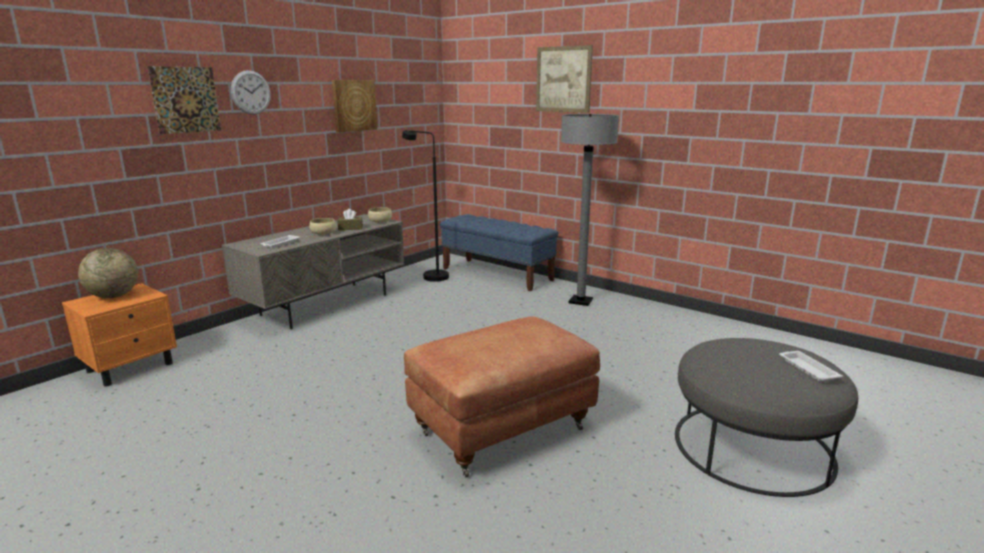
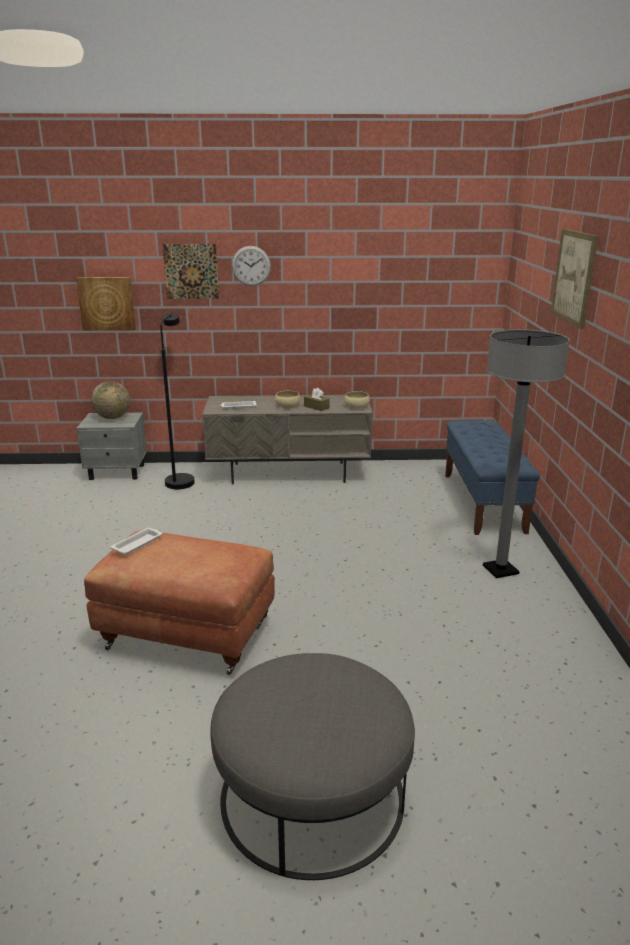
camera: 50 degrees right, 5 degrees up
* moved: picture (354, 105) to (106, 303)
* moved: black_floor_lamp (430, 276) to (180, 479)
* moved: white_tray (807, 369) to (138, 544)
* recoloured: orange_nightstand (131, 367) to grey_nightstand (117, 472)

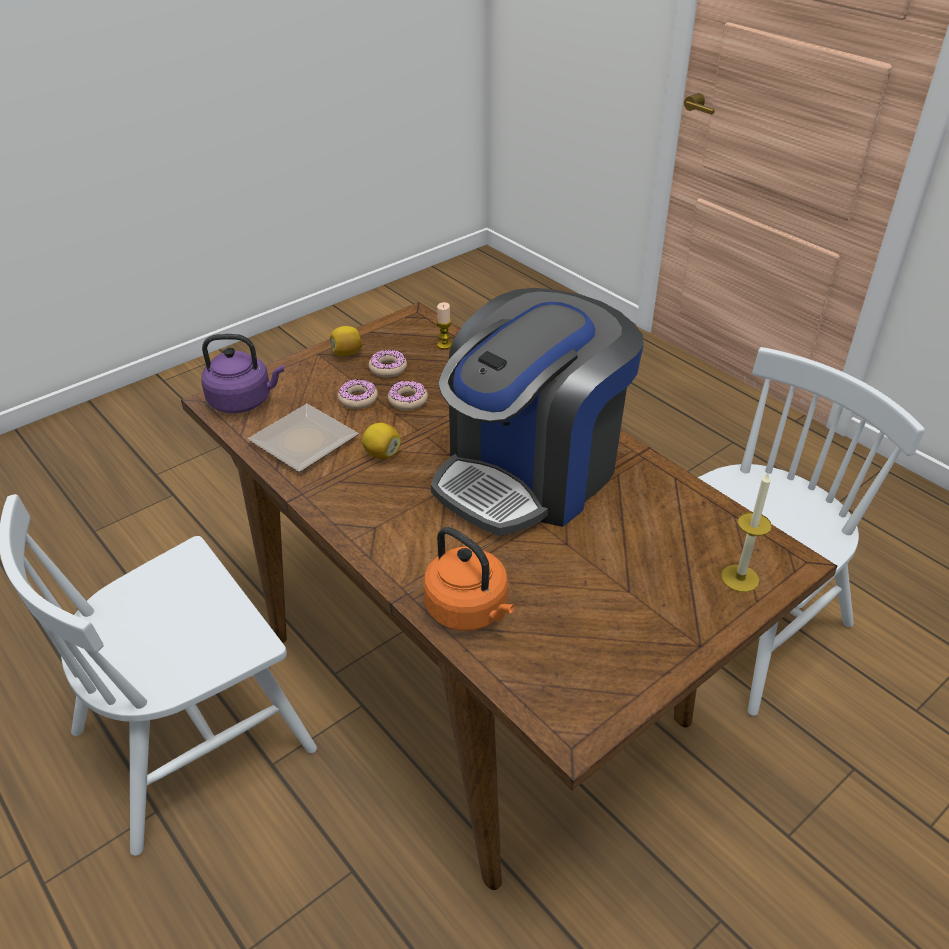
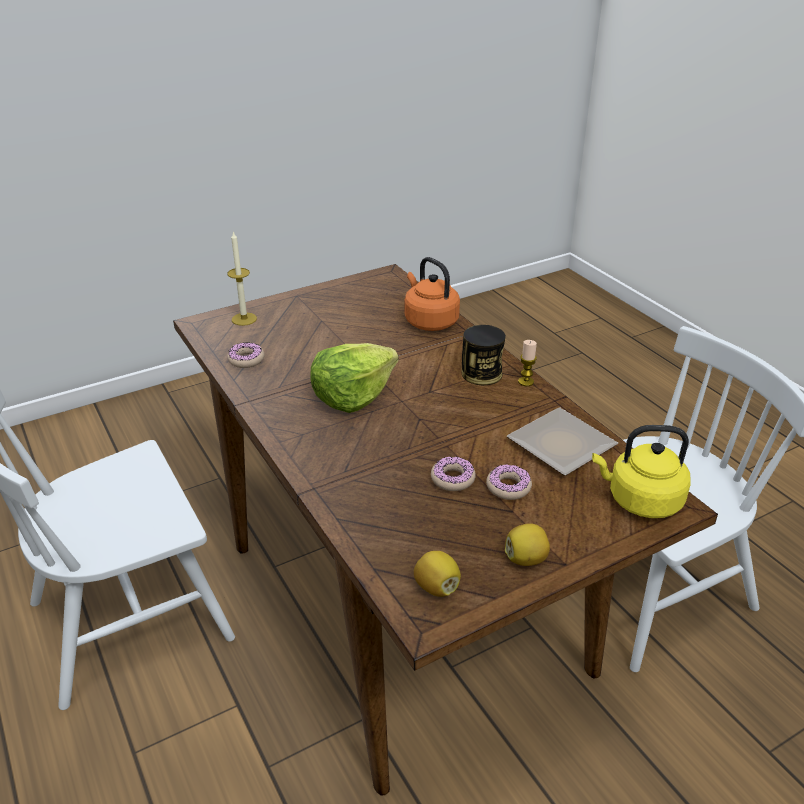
camera: 170 degrees left, 5 degrees down
* added: can (481, 373)
* moved: lemon (382, 454) to (436, 587)
* moved: donut (388, 368) to (246, 360)
* moved: candle (444, 345) to (526, 382)
* replaced: coffee_machine (530, 473) to lettuce (352, 395)
* recoloured: purple_kettle (244, 401) to yellow_kettle (640, 500)

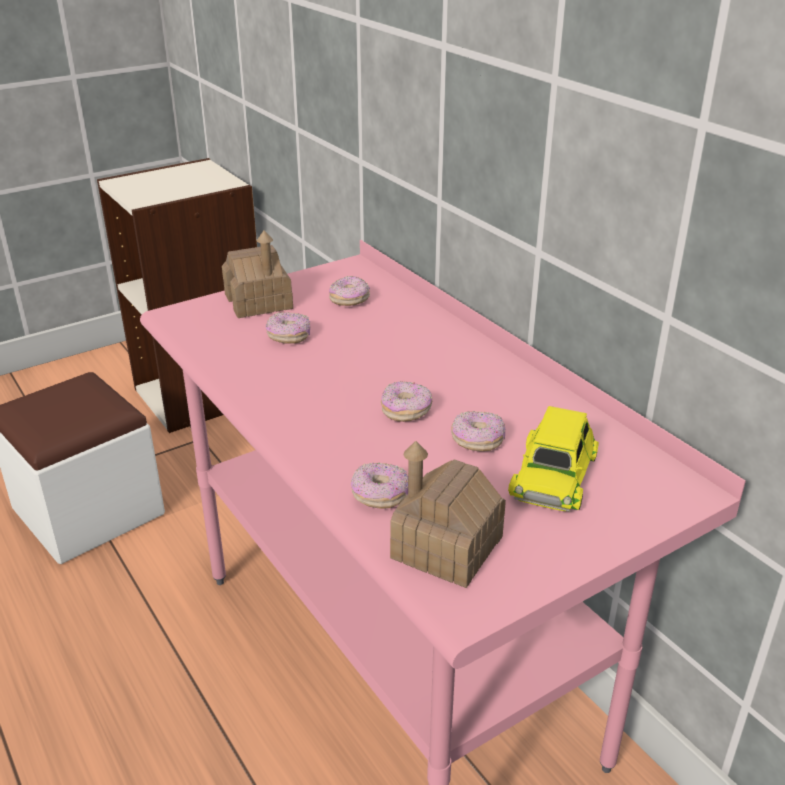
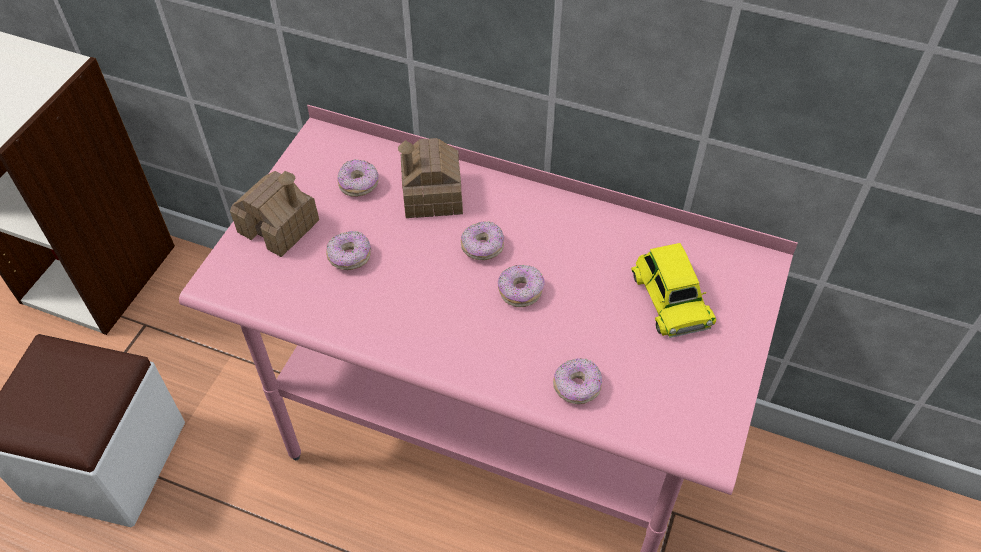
camera: 35 degrees left, 20 degrees up
* moved: toy_house (446, 547) to (432, 195)
* moved: donut (477, 441) to (482, 248)

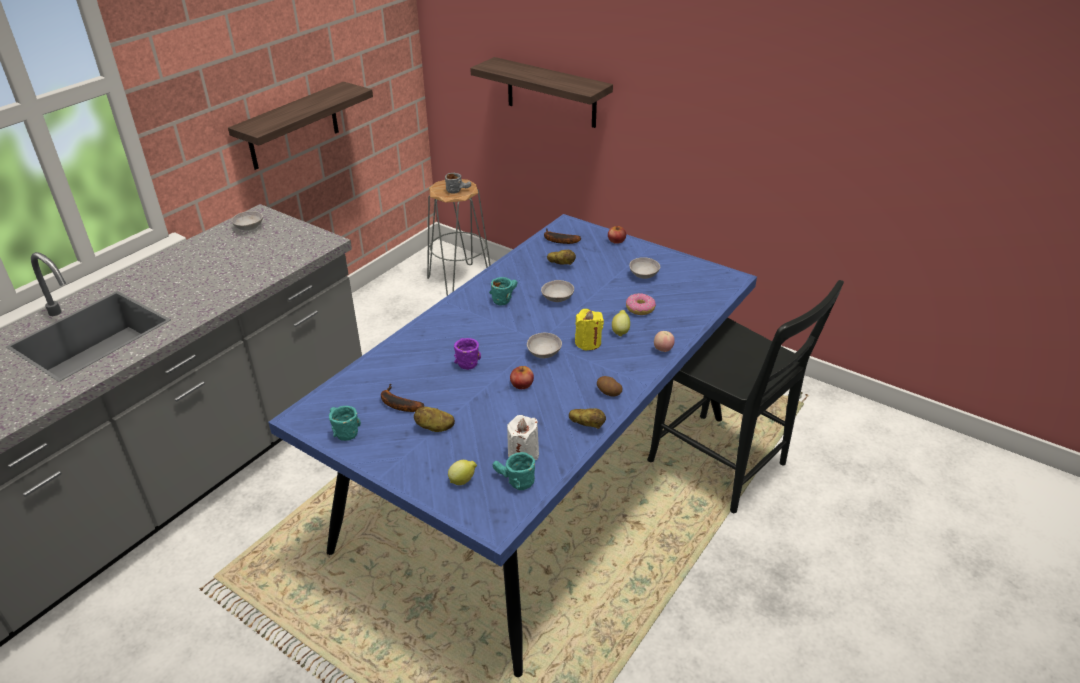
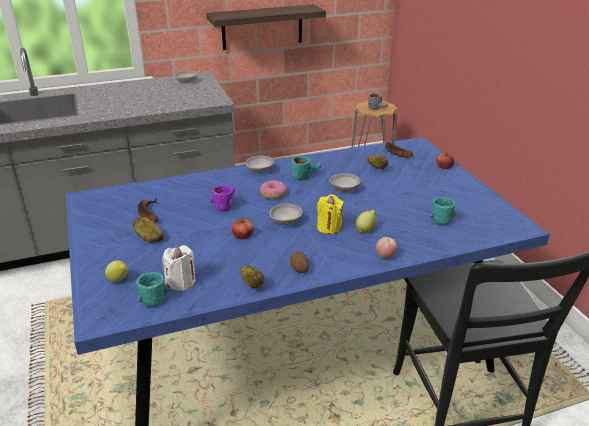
camera: 35 degrees right, 5 degrees down
* removed: shelf (551, 93)
* moved: turquoise_mug (341, 430) to (438, 217)
* moved: donut (640, 309) to (273, 194)
* moved: grey_bowl (644, 275) to (260, 170)

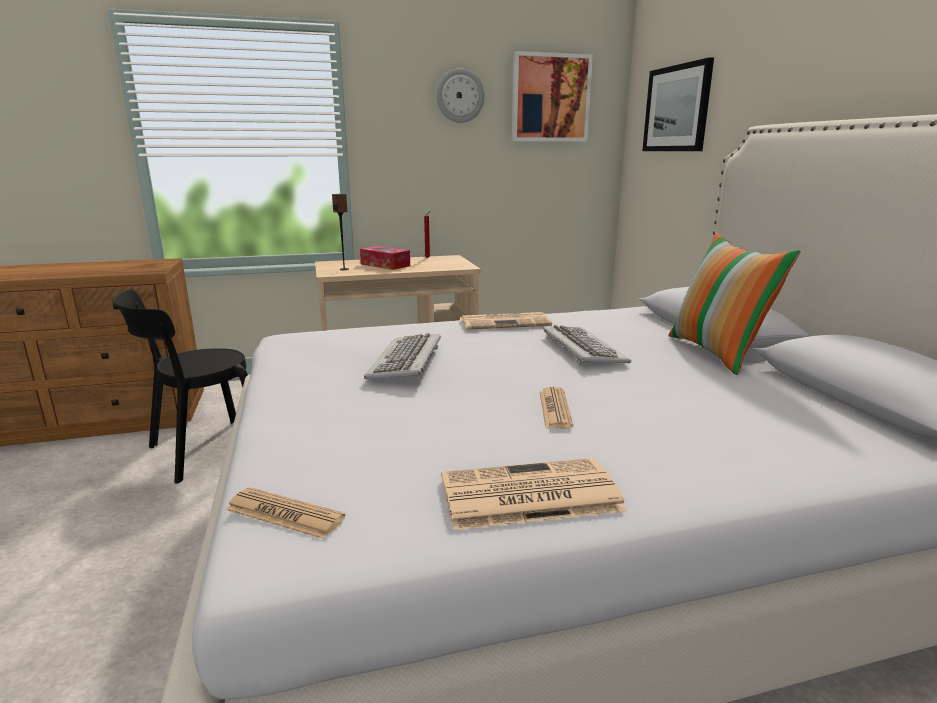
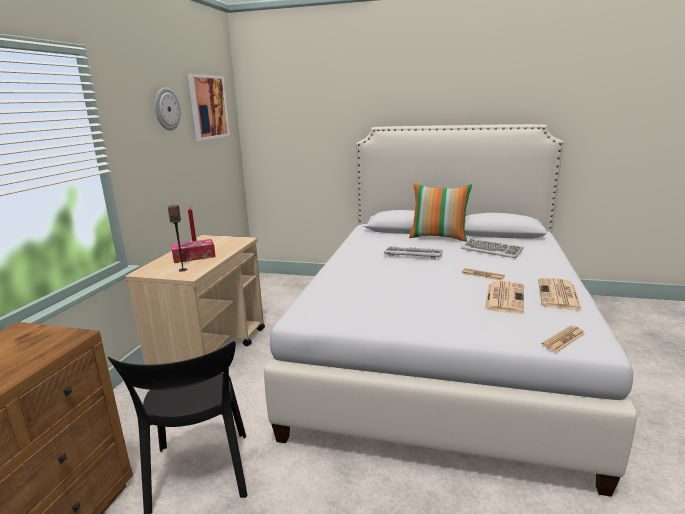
camera: 60 degrees left, 0 degrees up
* removed: picture (677, 109)
* moved: keyboard (407, 361) to (492, 250)
* moved: newspaper (506, 322) to (504, 297)

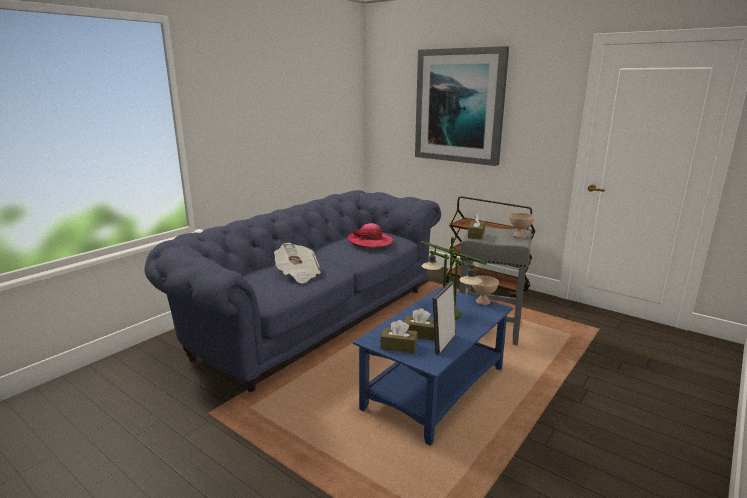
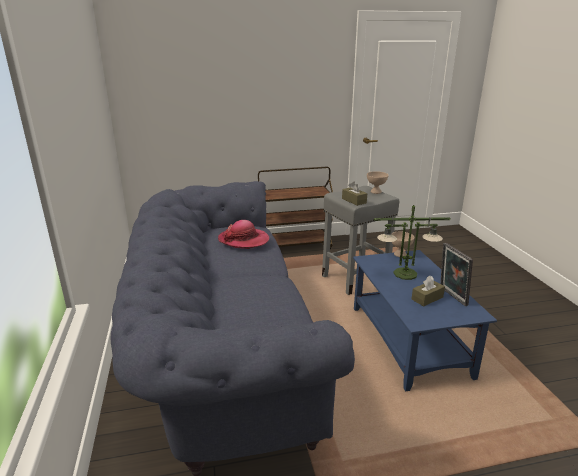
camera: 50 degrees left, 5 degrees up
* removed: newspaper (298, 274)
* removed: brown_tissue_box (398, 346)
* removed: picture (459, 106)

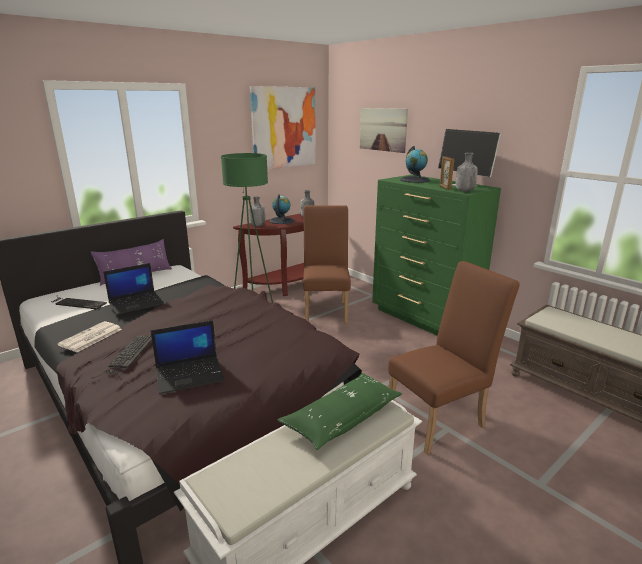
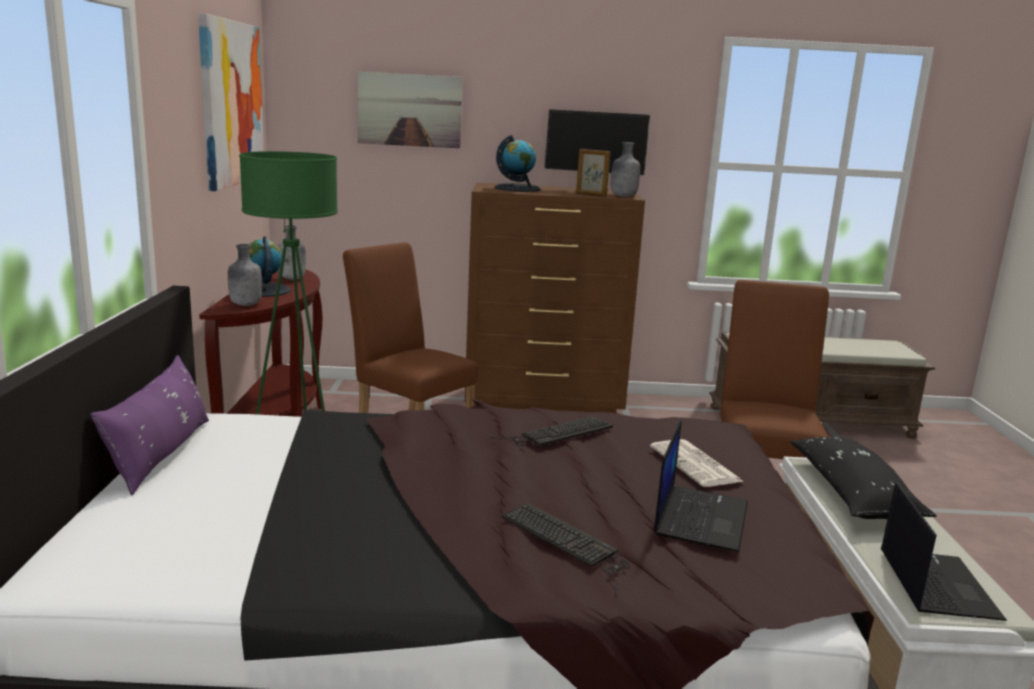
camera: 50 degrees left, 5 degrees down
* moved: keyboard (76, 303) to (557, 433)
* moved: newspaper (90, 337) to (696, 465)
* moved: laptop (137, 303) to (935, 584)
* recoloured: green_pillow (342, 418) to black_pillow (852, 493)
* recoloured: green_dresser (424, 318) to brown_dresser (544, 403)

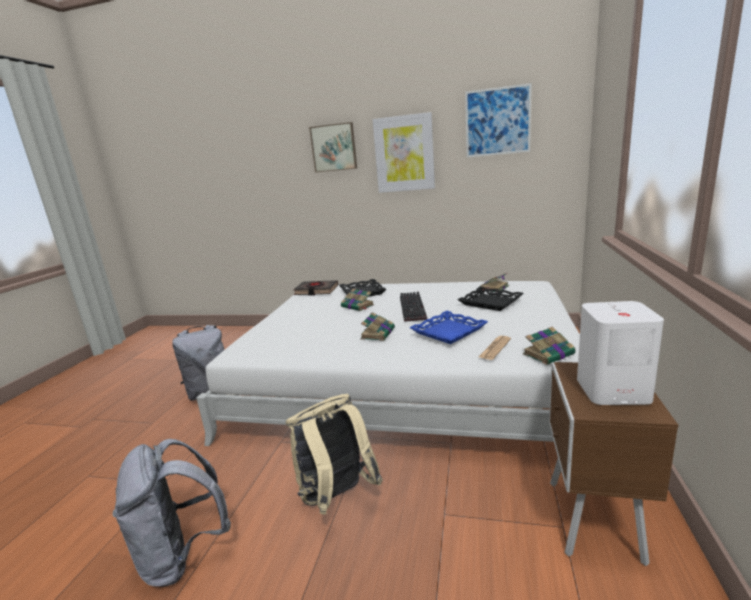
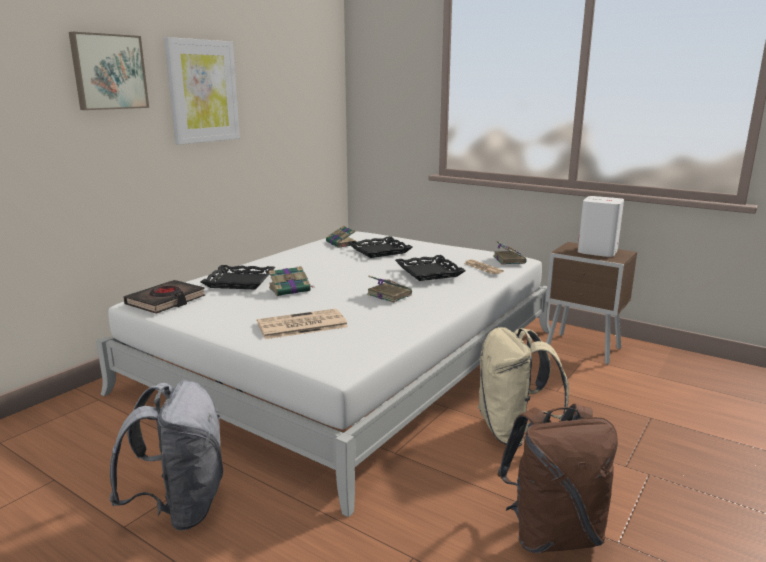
camera: 70 degrees left, 0 degrees up
* removed: keyboard (414, 308)
* removed: picture (497, 121)
* added: newspaper (301, 325)
* recoloured: grey_backpack (183, 554) to brown_backpack (552, 534)
* recoloured: blue_tray (449, 331) to black_tray (429, 272)

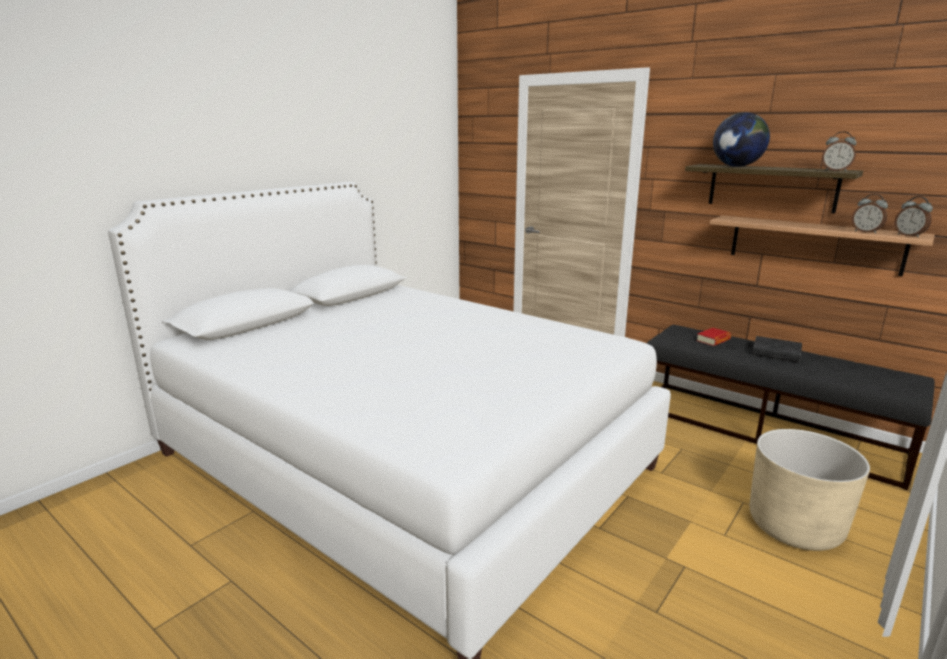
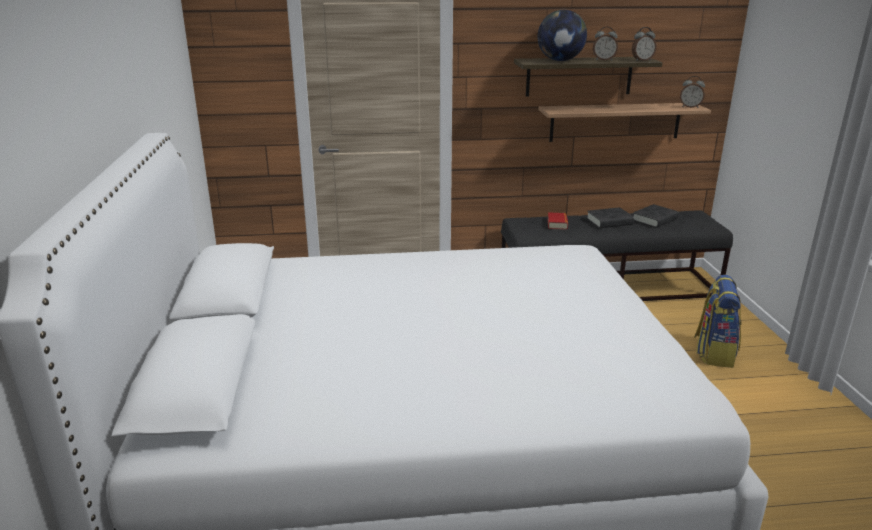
camera: 45 degrees left, 5 degrees up
* added: black_book (654, 220)
* moved: alarm_clock (866, 232) to (603, 60)
* replaced: beige_planter (794, 526) to backpack (713, 352)

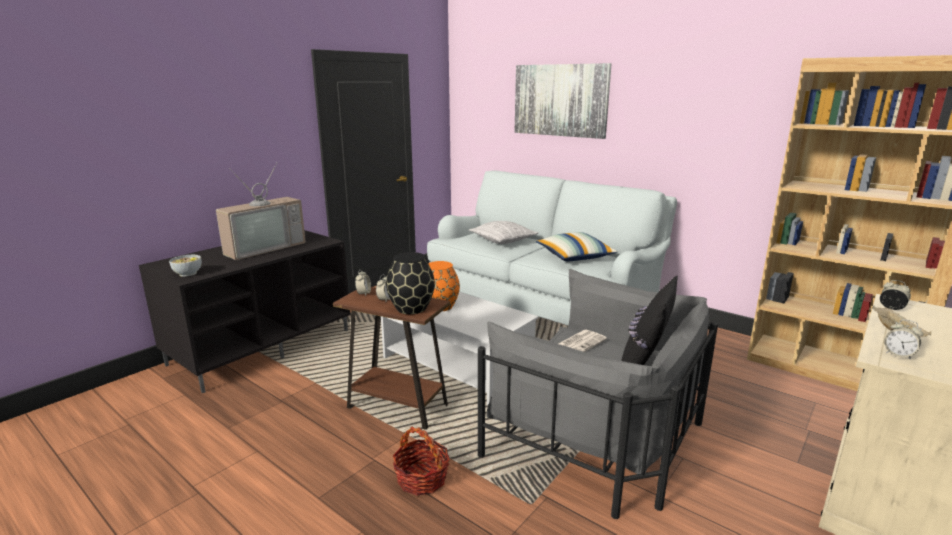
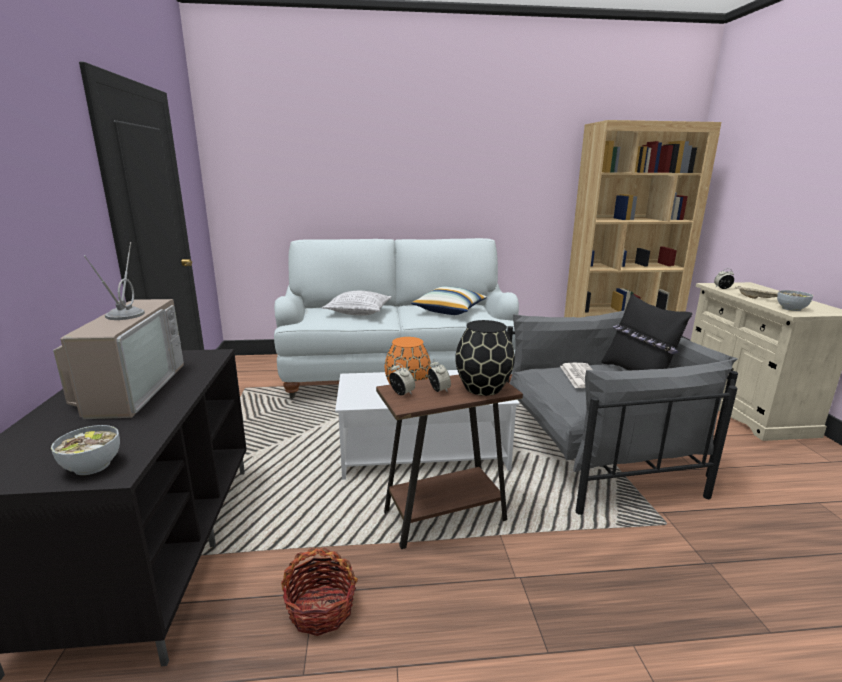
camera: 45 degrees left, 0 degrees up
* removed: picture (560, 100)
* moved: basket (421, 478) to (321, 609)
* replaced: alarm_clock (898, 354) to bowl (791, 309)

